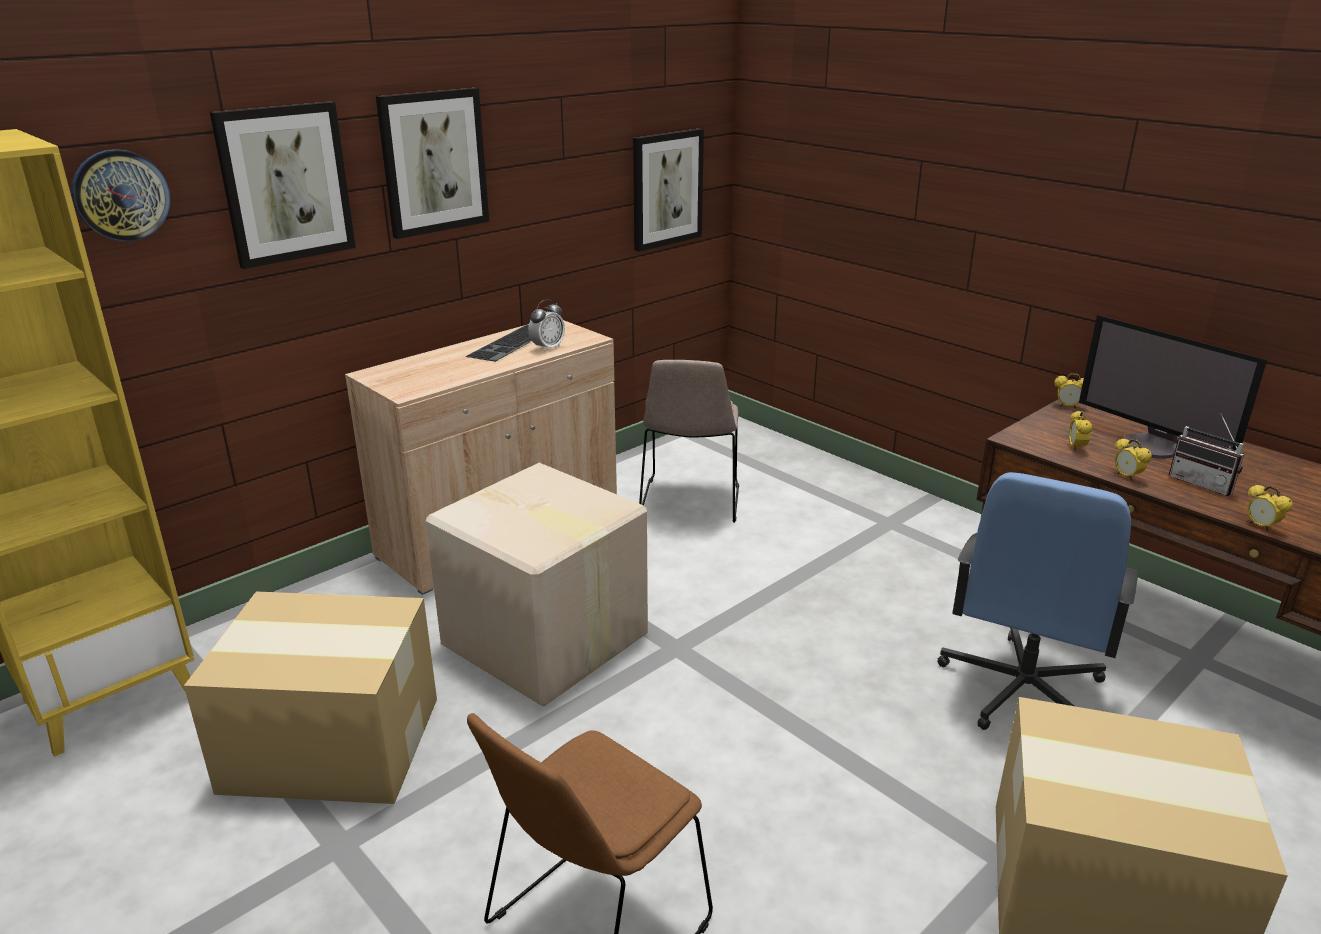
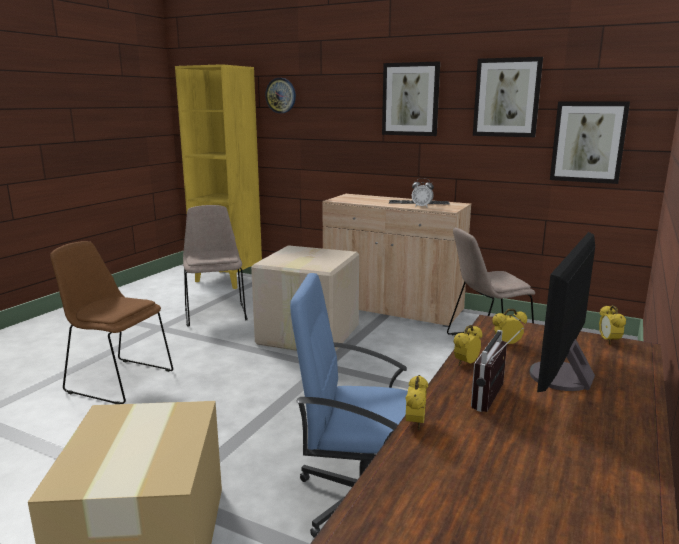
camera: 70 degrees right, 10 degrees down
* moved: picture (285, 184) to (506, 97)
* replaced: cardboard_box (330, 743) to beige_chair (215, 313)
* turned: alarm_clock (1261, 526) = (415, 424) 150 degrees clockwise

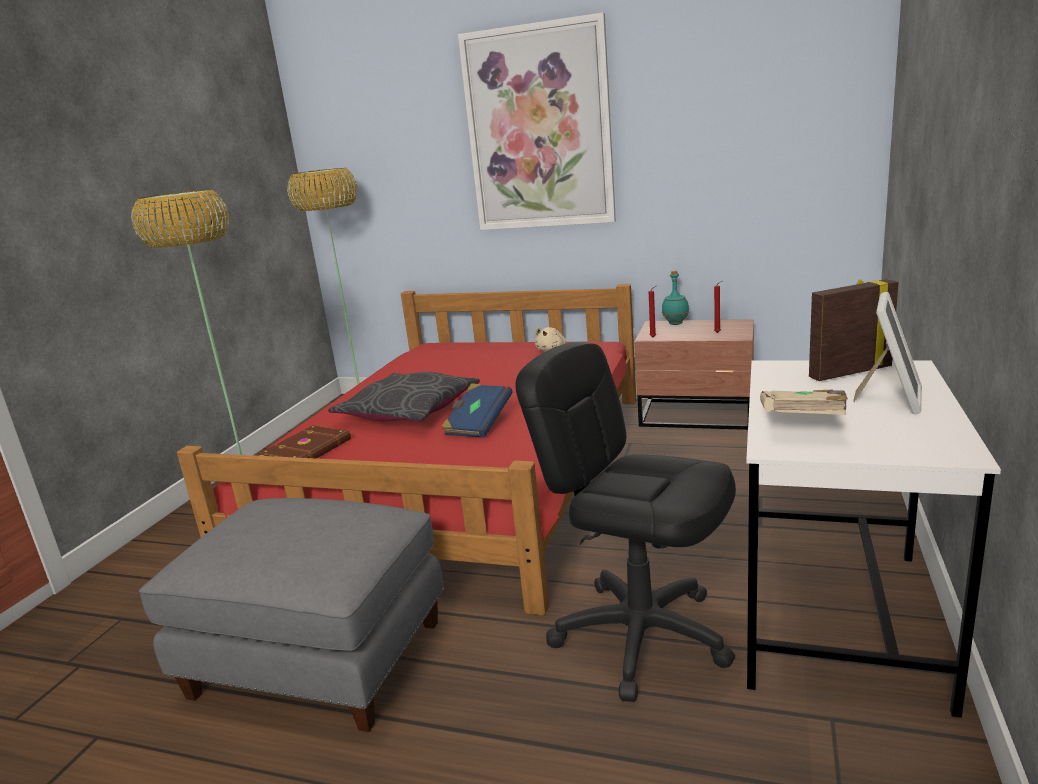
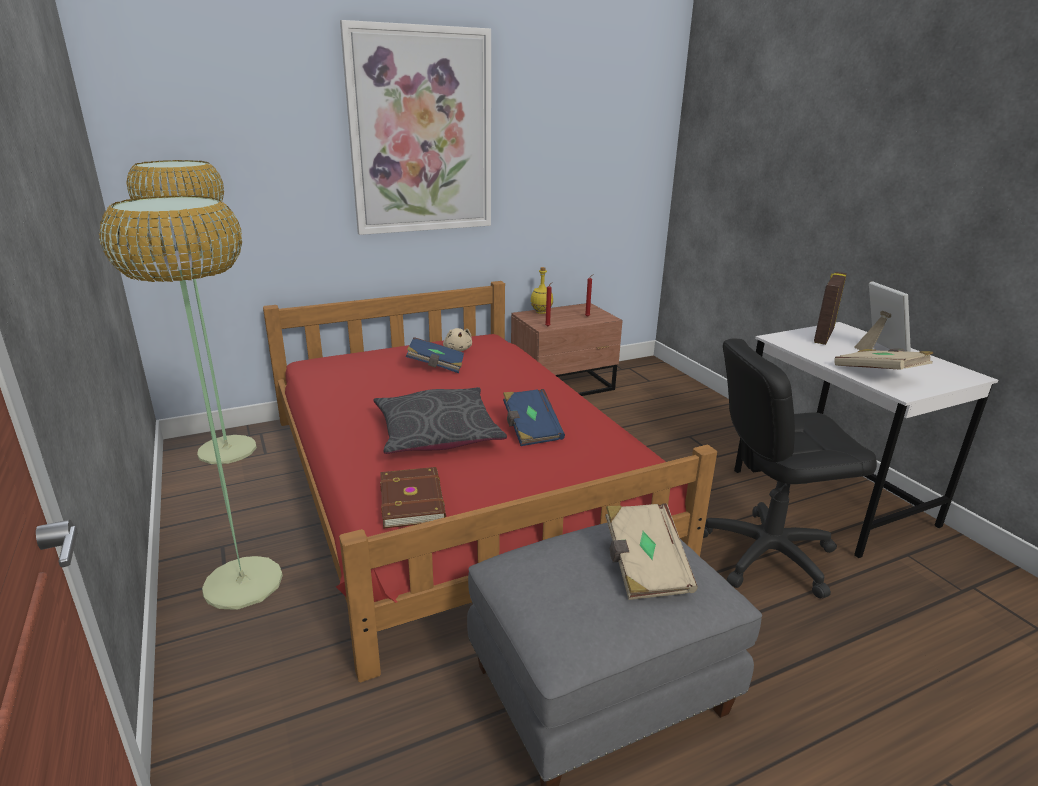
camera: 45 degrees left, 5 degrees up
* added: blue_book (436, 366)
* added: beige_book (644, 567)
* recoloured: turquoise_bottle (676, 323) to yellow_bottle (541, 312)

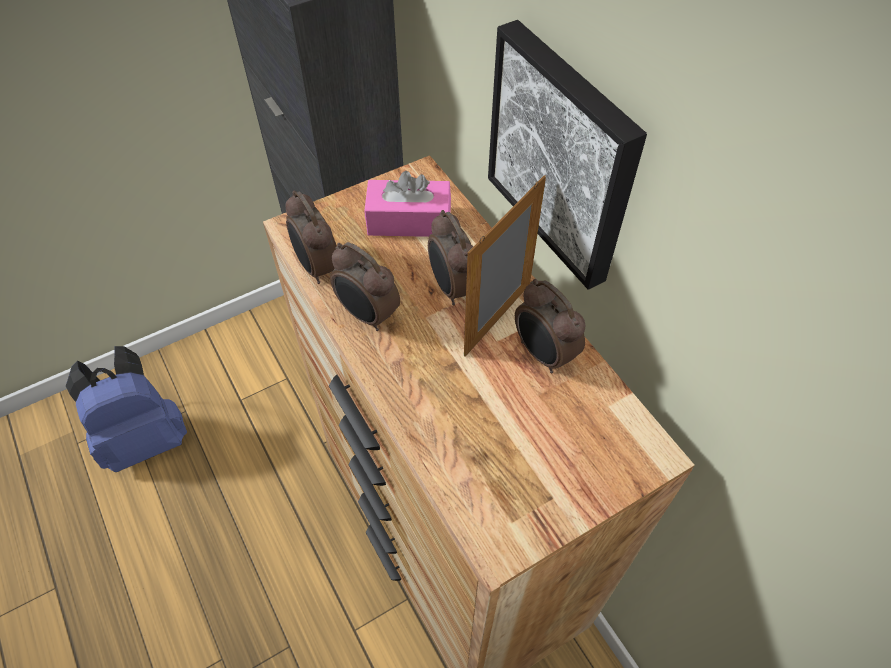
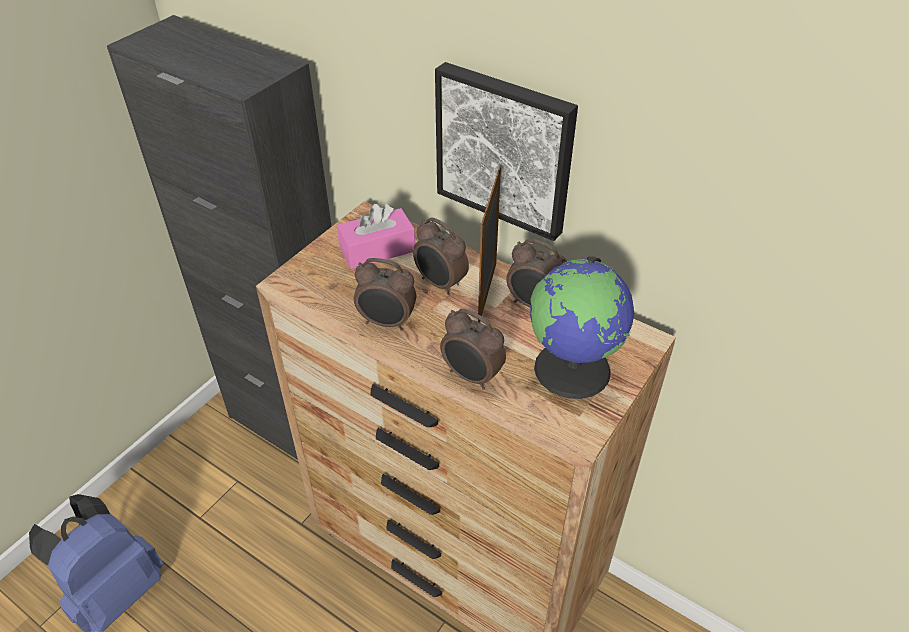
camera: 25 degrees left, 10 degrees down
* added: globe (574, 369)
* moved: alarm_clock (317, 267) to (471, 377)

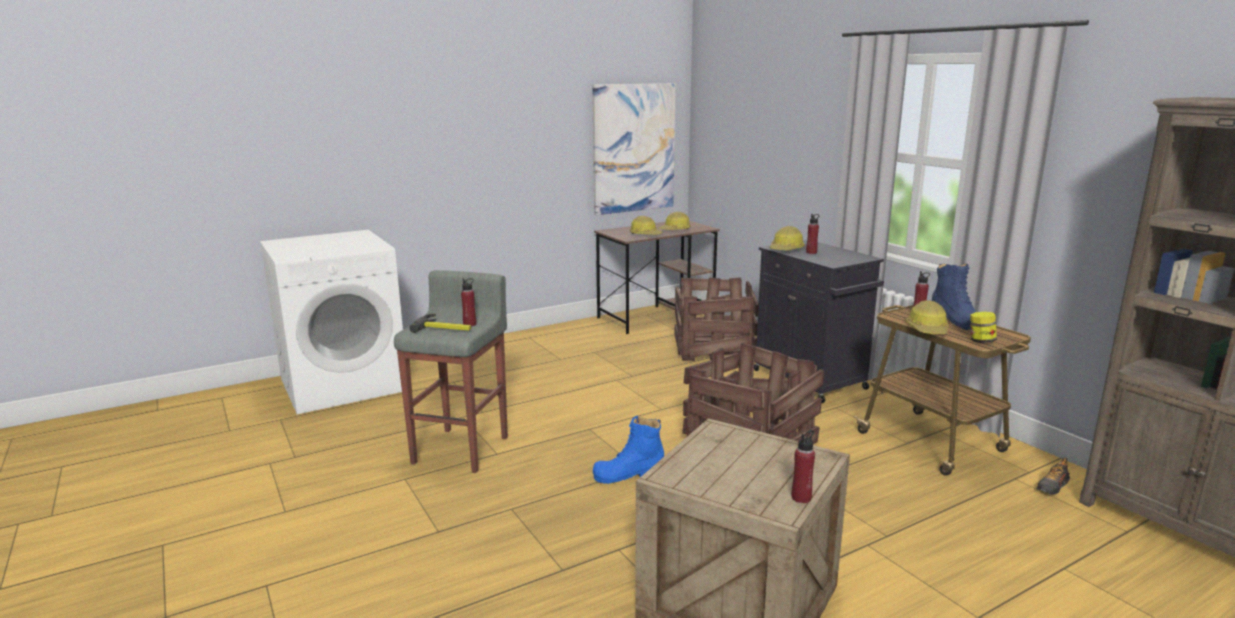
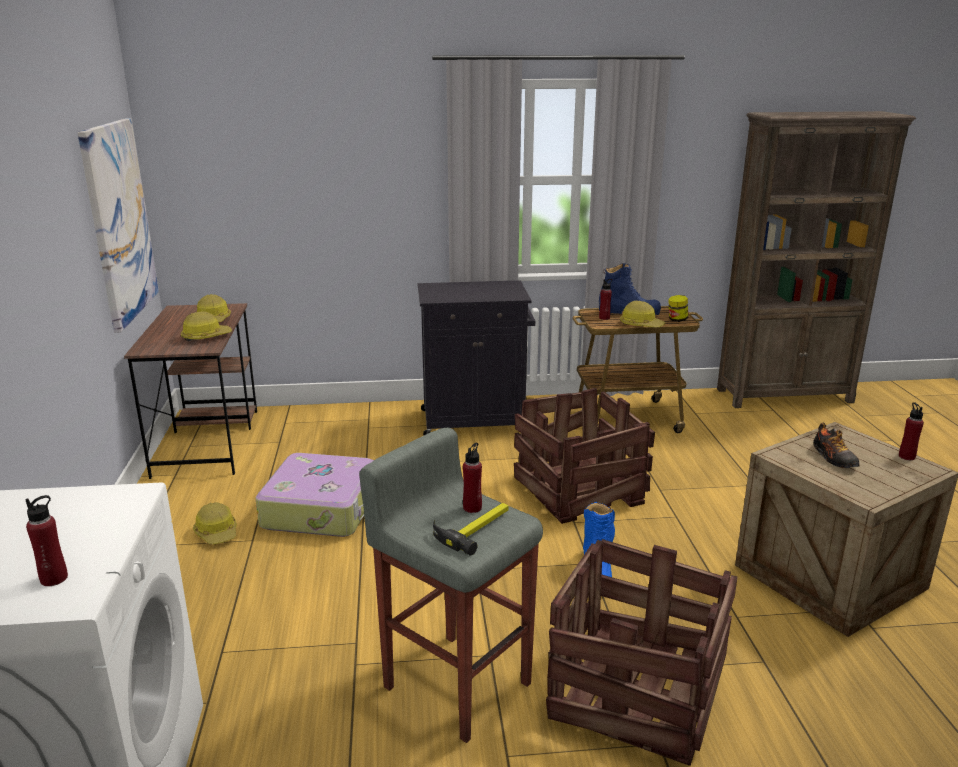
camera: 65 degrees left, 5 degrees up
* added: suitcase (322, 508)
* moved: crate (714, 348) to (637, 691)
* moved: hard_hat (786, 249) to (217, 533)
* moved: red_bottle (811, 252) to (54, 578)
* moved: shoe (1052, 487) to (833, 458)

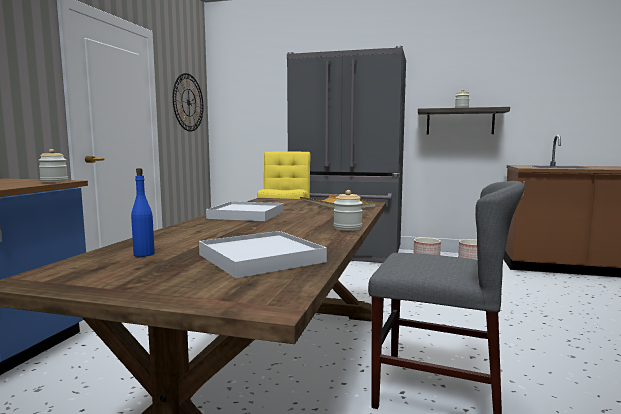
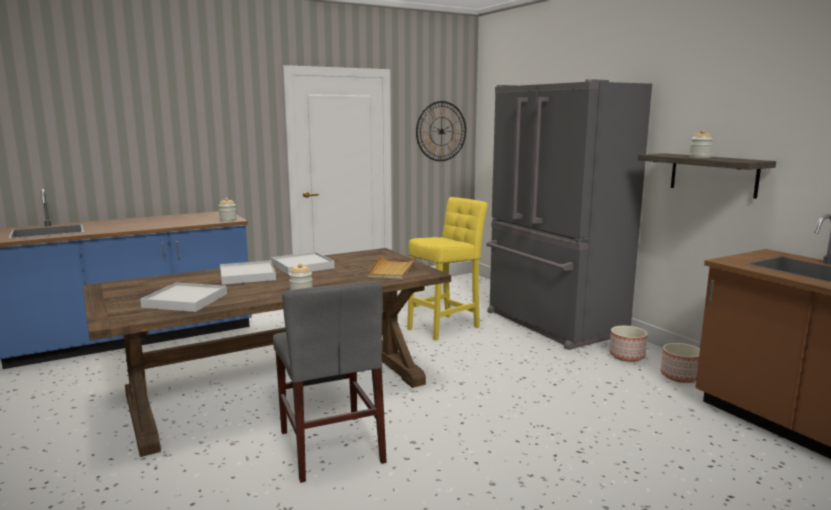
camera: 45 degrees right, 5 degrees up
* removed: blue_bottle (144, 254)
* added: white_tray (247, 275)

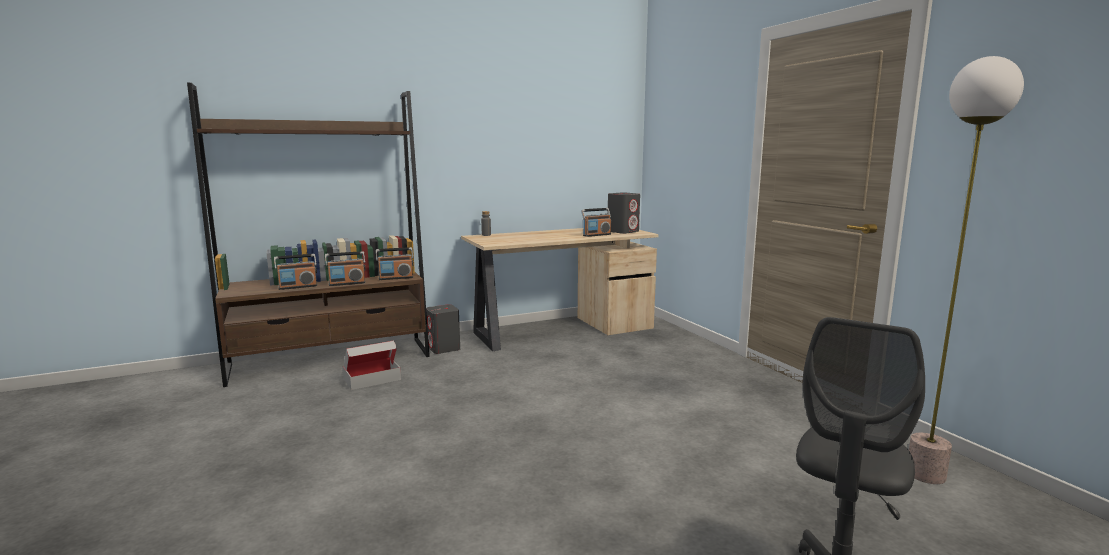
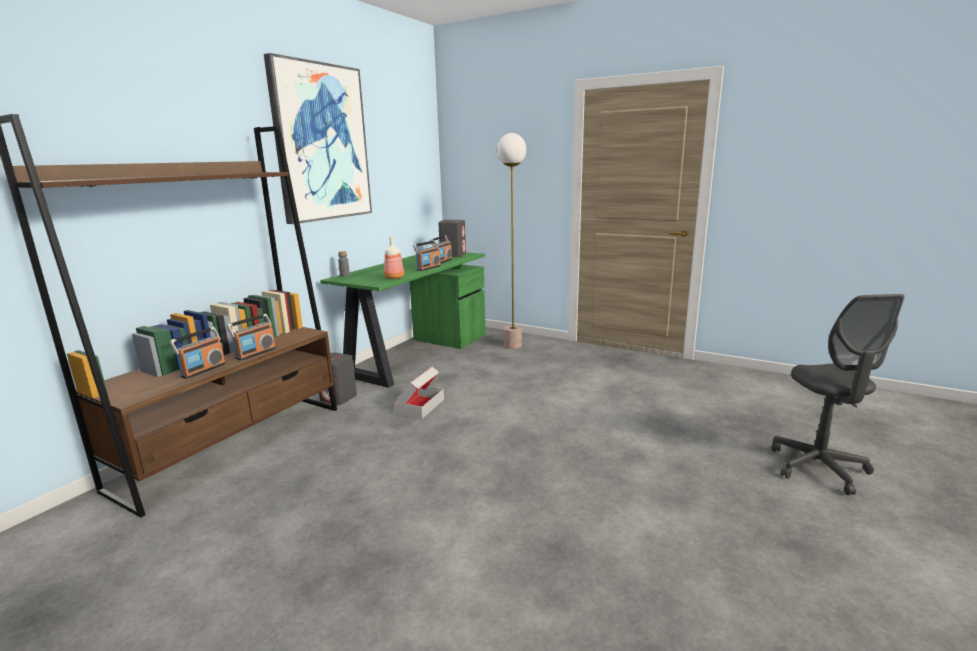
camera: 35 degrees left, 5 degrees up
* added: picture (321, 143)
* added: bottle (393, 278)
* moved: cardboard_box (372, 379) to (420, 406)
* moved: radio (396, 278) to (428, 268)
* moved: floor_lamp (926, 474) to (513, 345)
* recoloured: beige_desk (560, 330) to green_desk (416, 354)

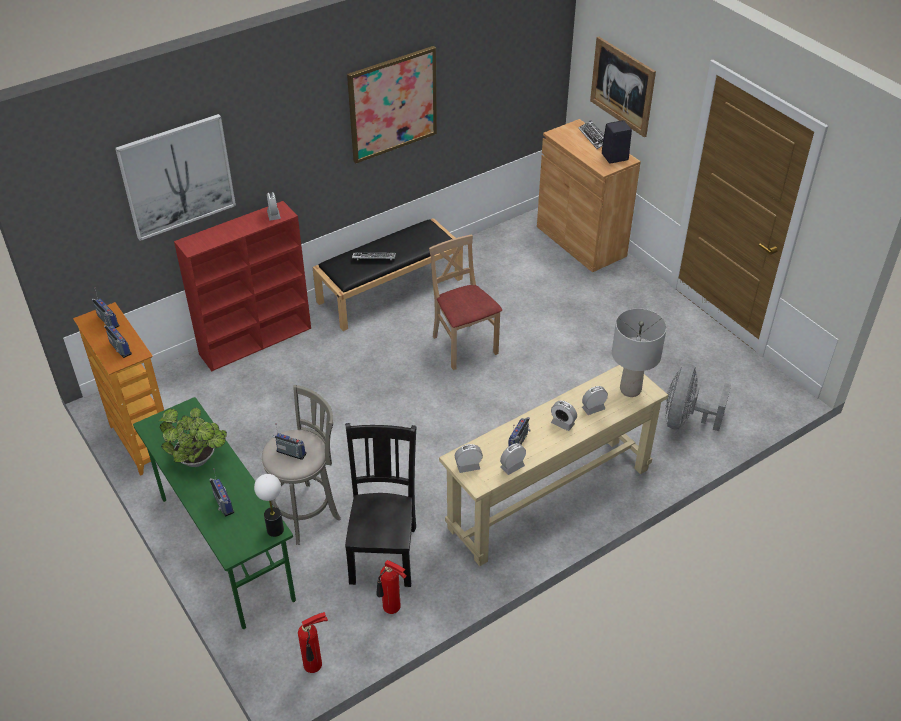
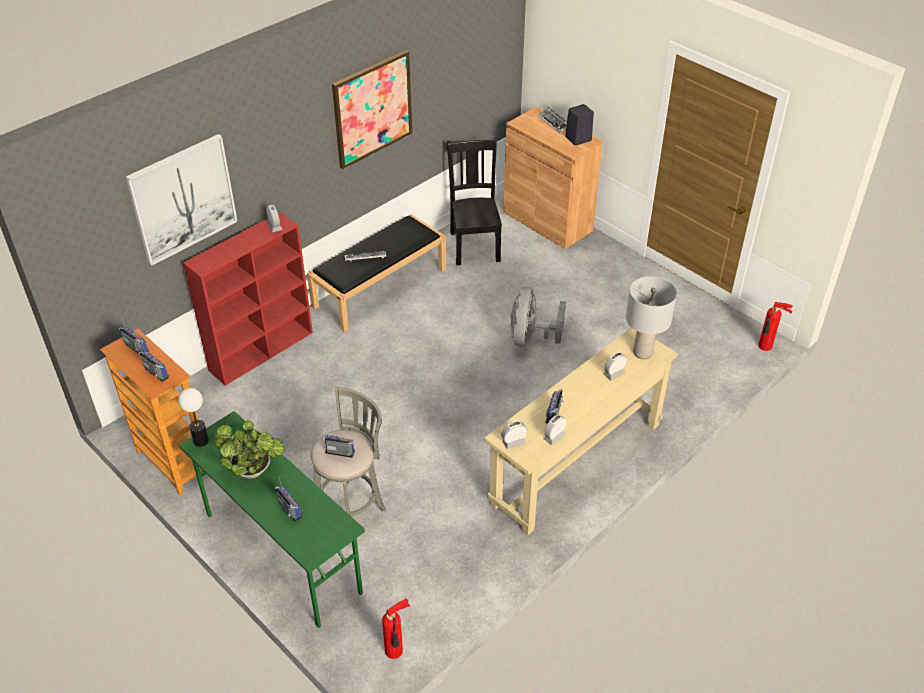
camera: 10 degrees left, 0 degrees up
* removed: beige_chair (464, 346)
* removed: alarm_clock (562, 423)
* removed: picture (622, 86)
* moved: table_lamp (275, 530) to (201, 441)
* moved: black_chair (384, 552) to (474, 245)
* moved: fire_extinguisher (391, 608) to (765, 347)
* moved: grey_fan (685, 420) to (530, 338)

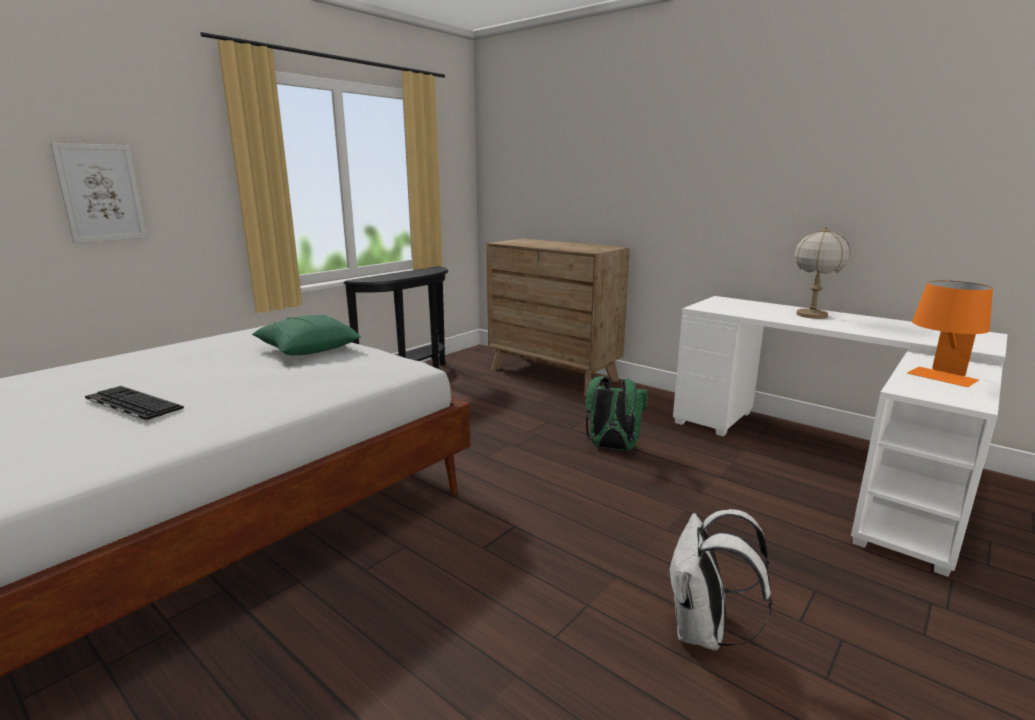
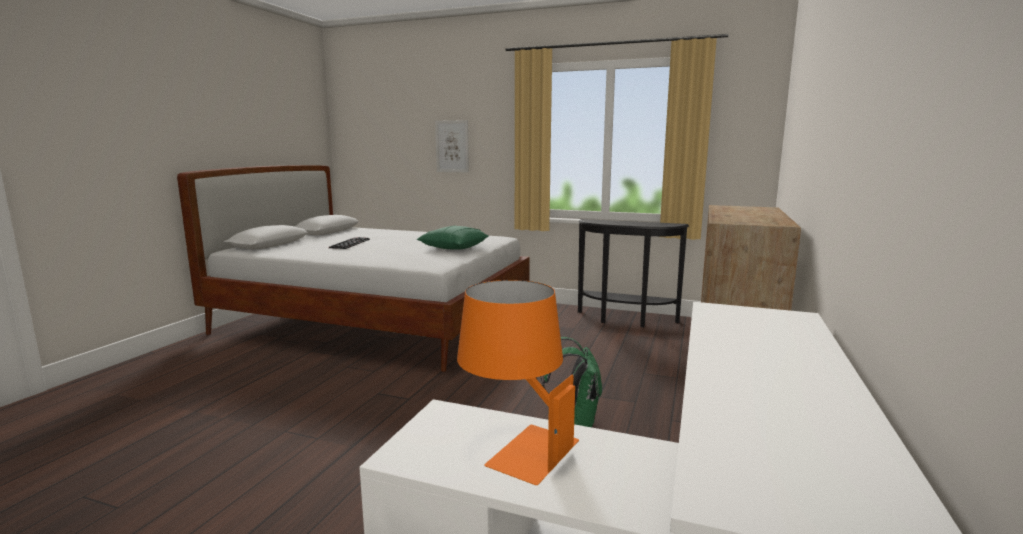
camera: 70 degrees right, 5 degrees down
* removed: white_backpack (704, 632)
* removed: table_lamp (811, 315)

